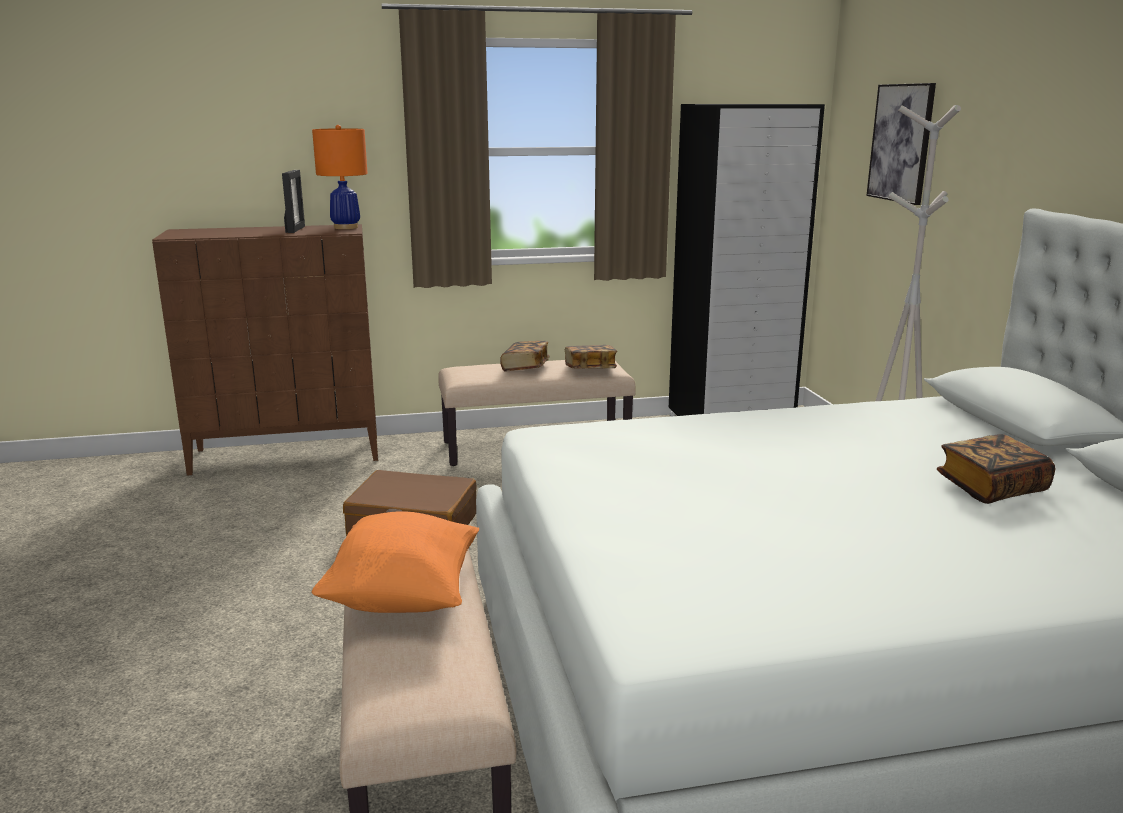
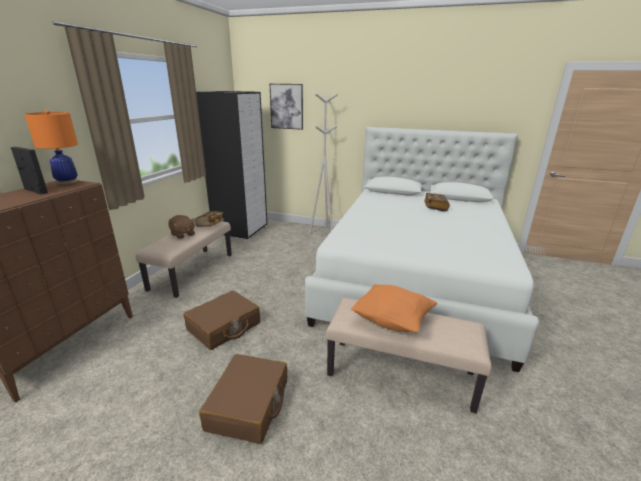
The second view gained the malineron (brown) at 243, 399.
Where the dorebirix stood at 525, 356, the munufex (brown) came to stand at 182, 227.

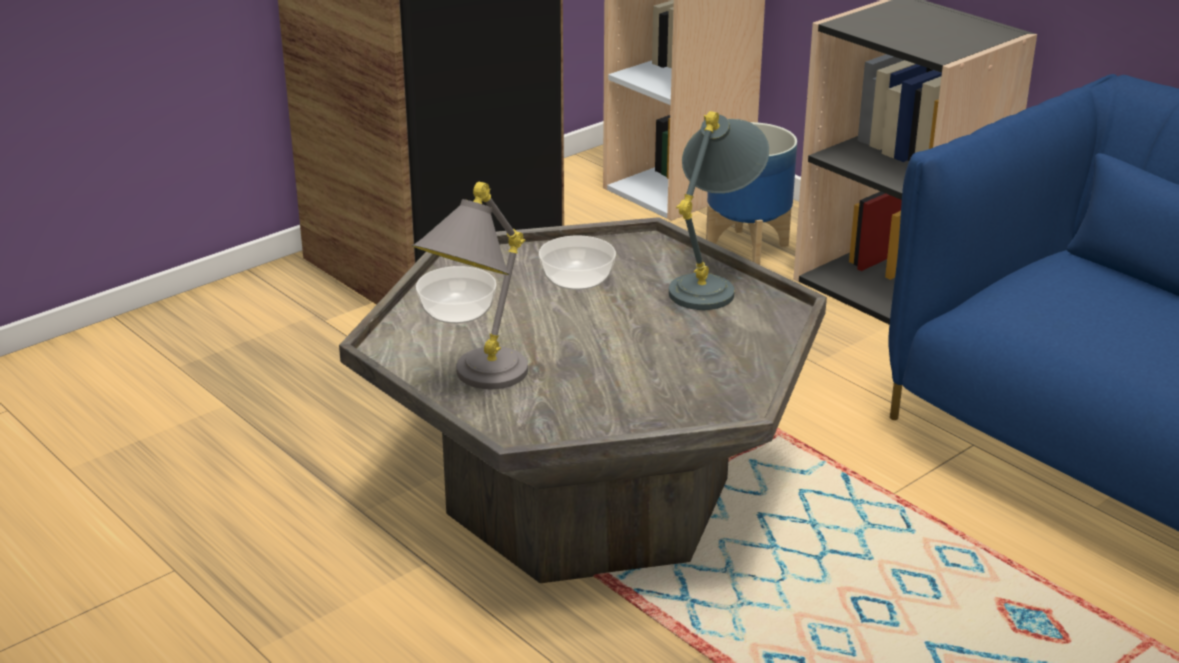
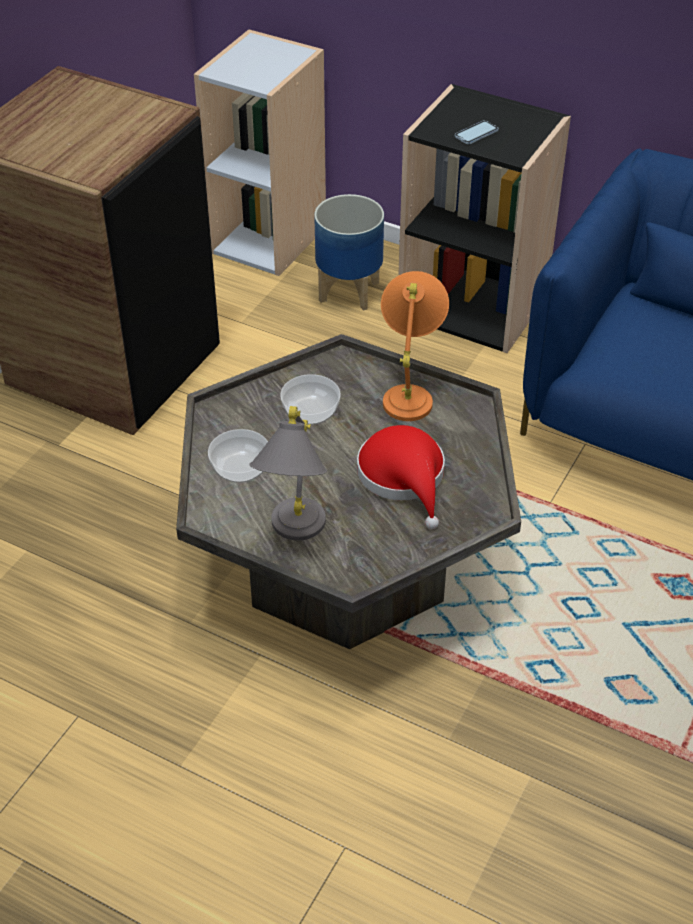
The second view gained the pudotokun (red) at 401, 477.
The second view gained the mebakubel at 476, 132.
What was the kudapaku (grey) at 719, 210 turned into the kudapaku (orange) at 415, 346.

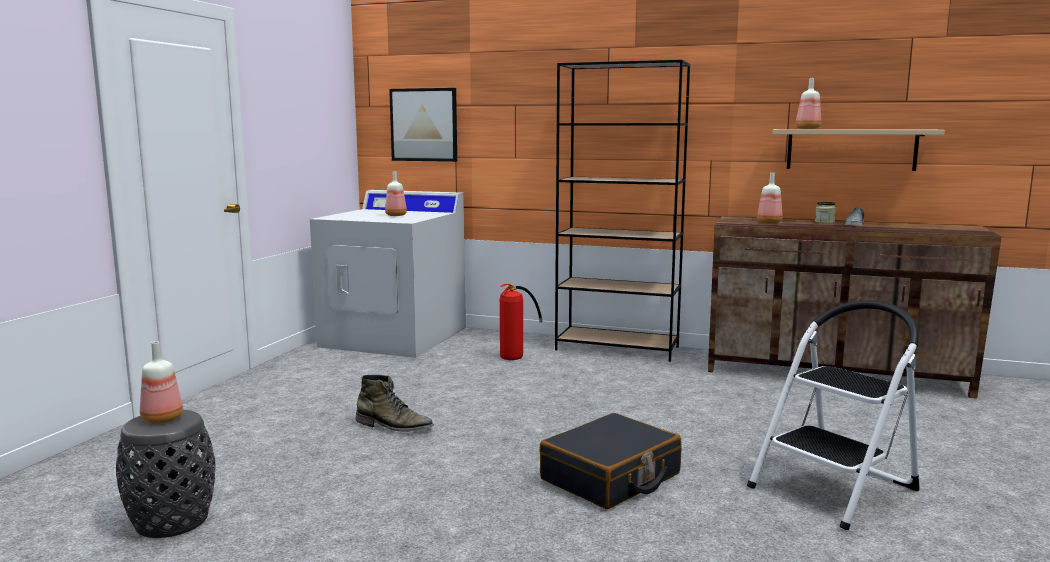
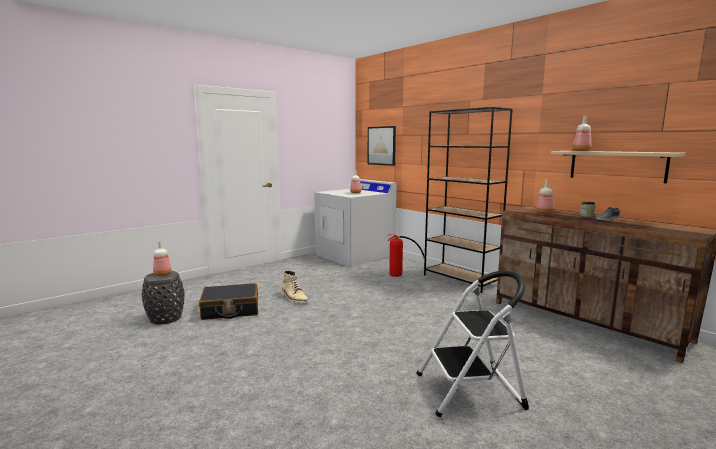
The malineron (black) ended up elsewhere, having gone from 610, 461 to 228, 301.
What was the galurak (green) at 394, 403 turned into the galurak (beige) at 295, 287.

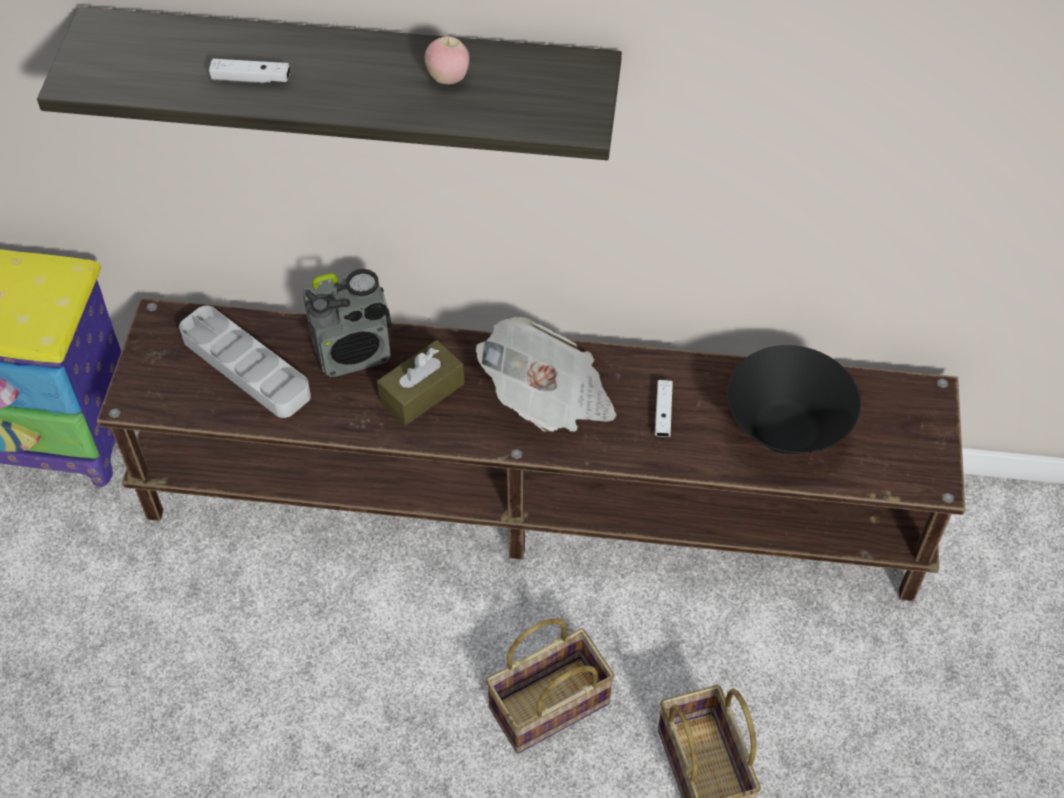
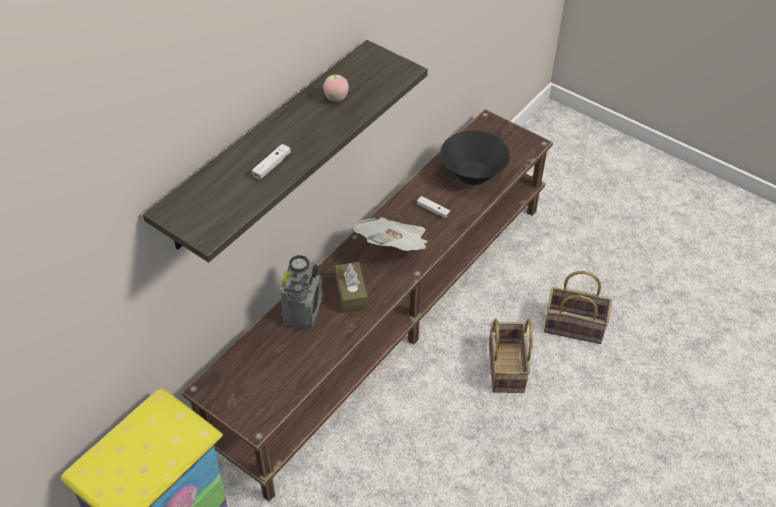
The second view lost the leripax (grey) at 245, 362.

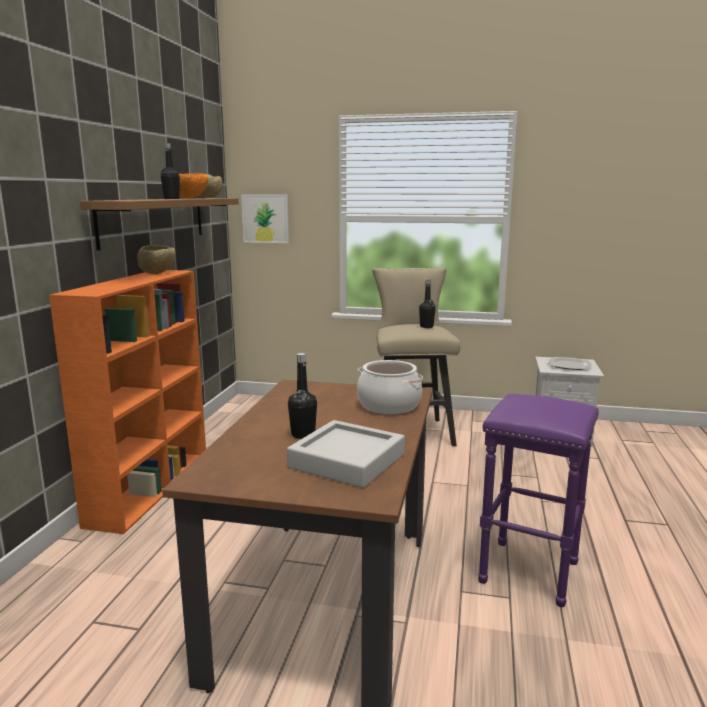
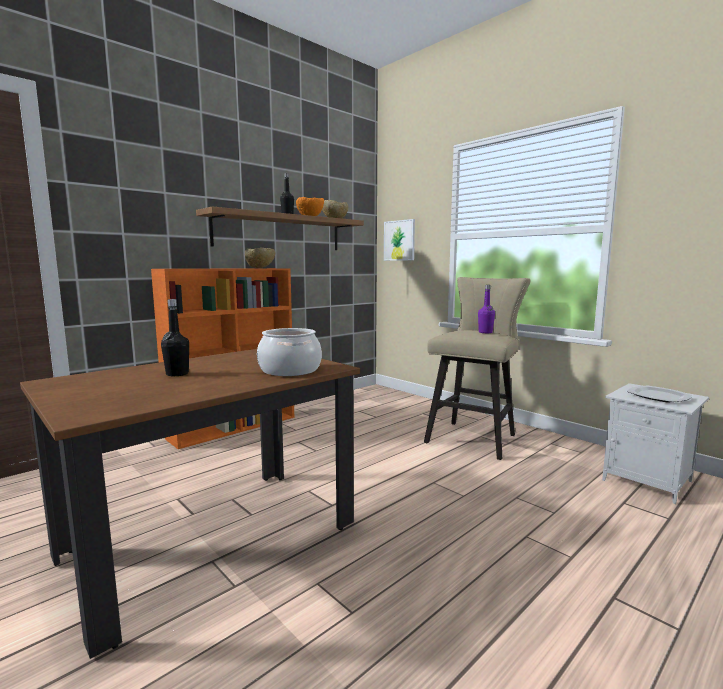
The second view lost the leripax (grey) at 346, 454.
The second view lost the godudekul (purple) at 538, 500.
What was the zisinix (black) at 427, 304 turned into the zisinix (purple) at 486, 309.

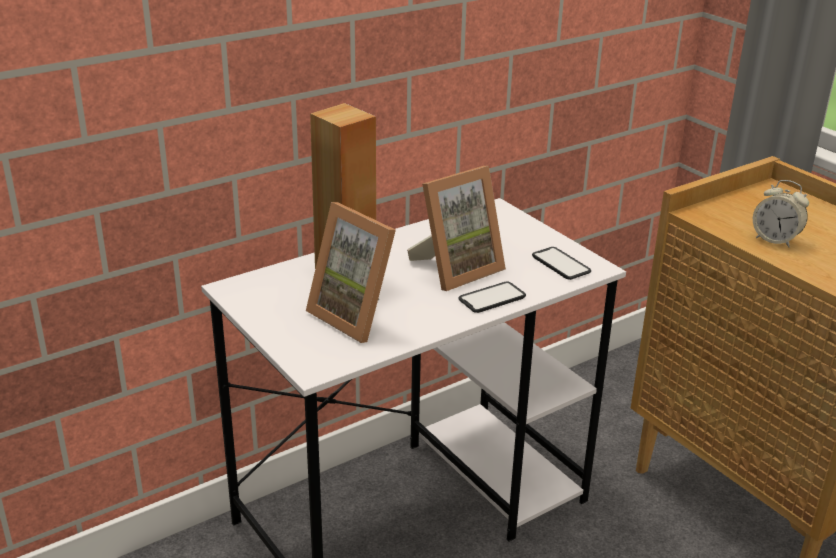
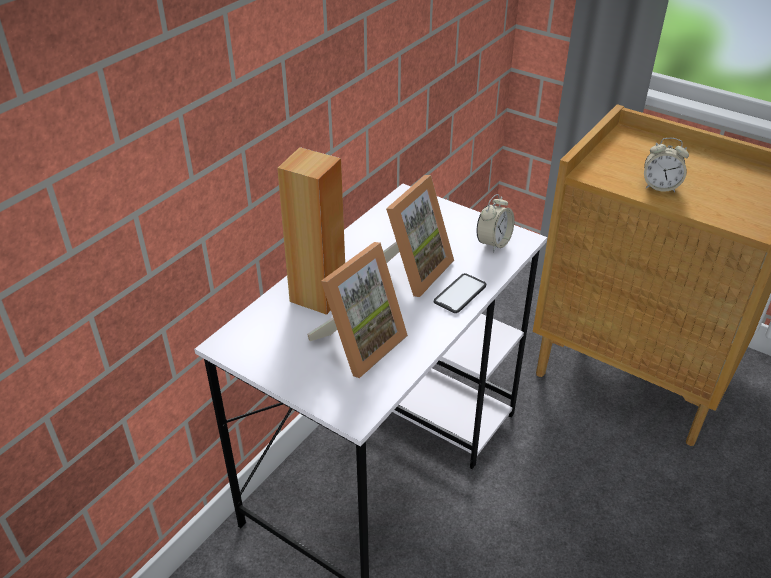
Where the mebakubel stood at 561, 263, the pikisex came to stand at 495, 223.
The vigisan at 351, 272 ended up facing another way, 75 degrees counterclockwise from before.

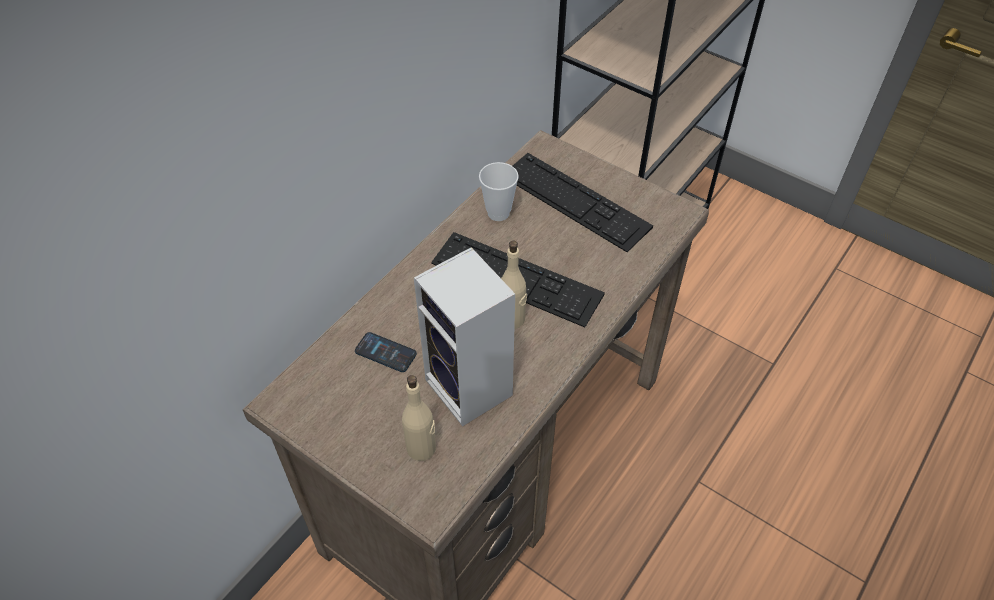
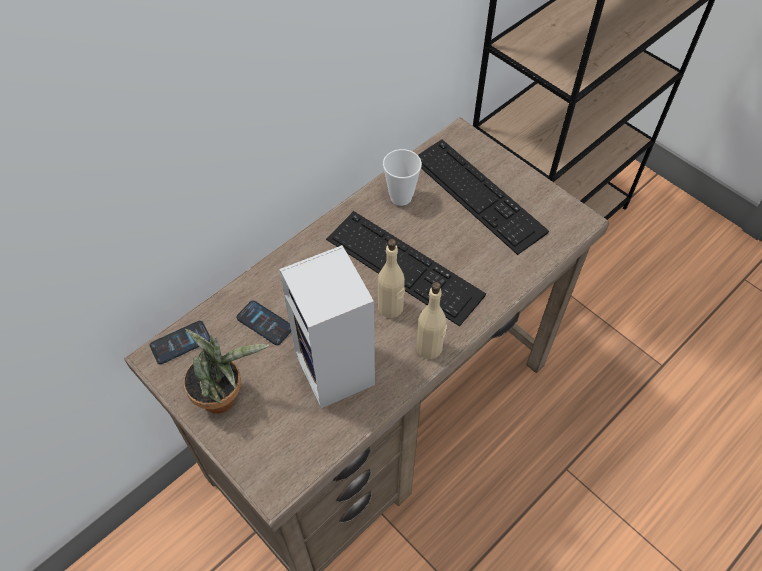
The second view gained the mebakubel at 180, 342.
The second view gained the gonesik at 226, 371.
The zisinix (beige) ended up elsewhere, having gone from 419, 418 to 431, 320.

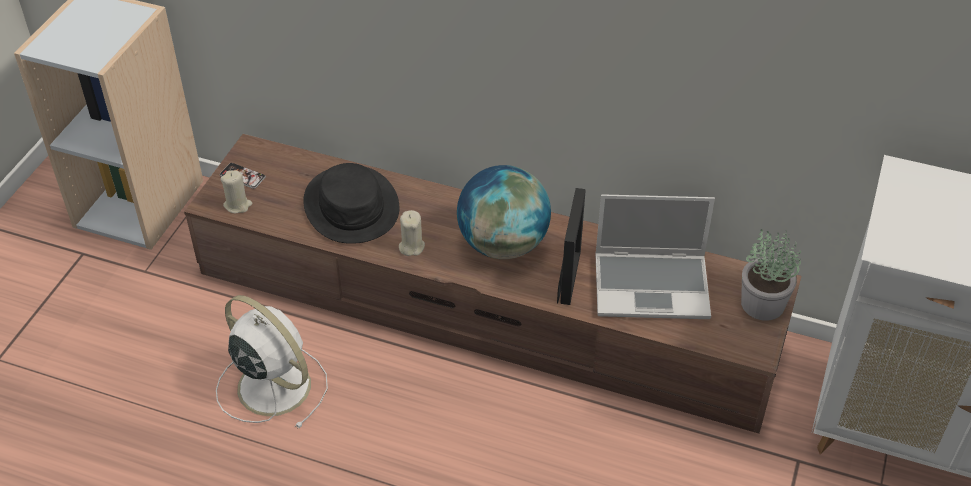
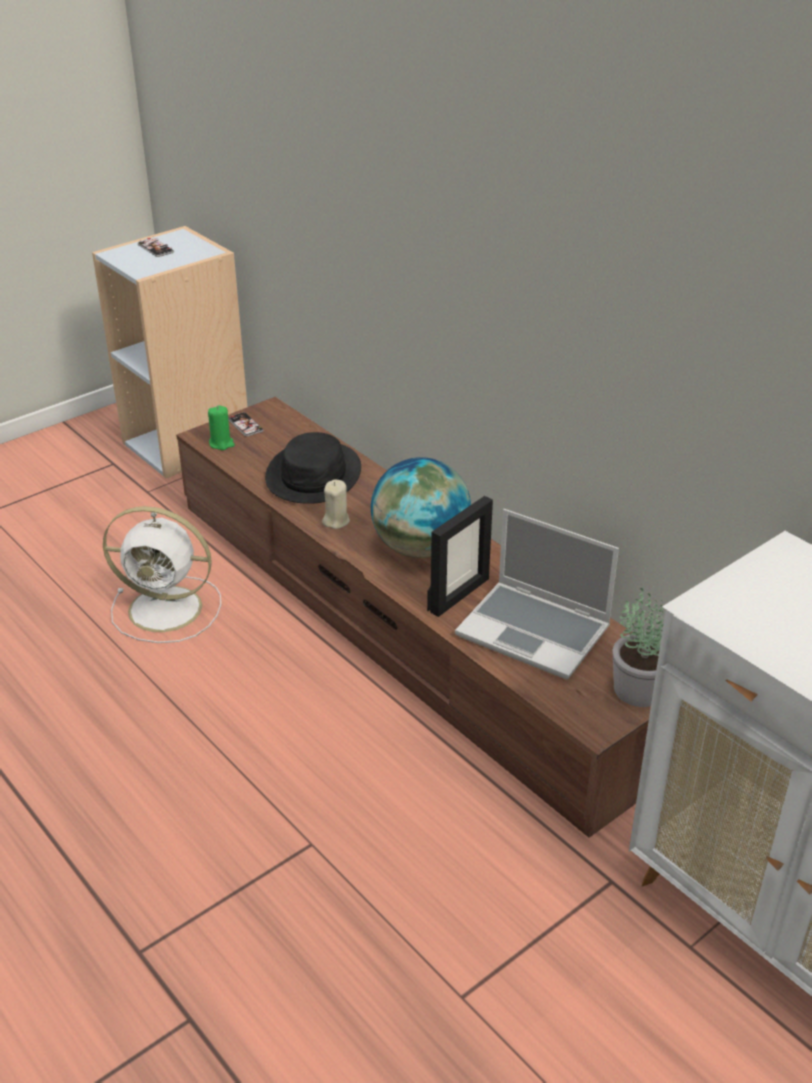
The second view gained the mebakubel at 156, 247.
What was the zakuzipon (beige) at 236, 191 turned into the zakuzipon (green) at 221, 427.
The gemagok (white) at 272, 362 ended up facing another way, 120 degrees clockwise from before.

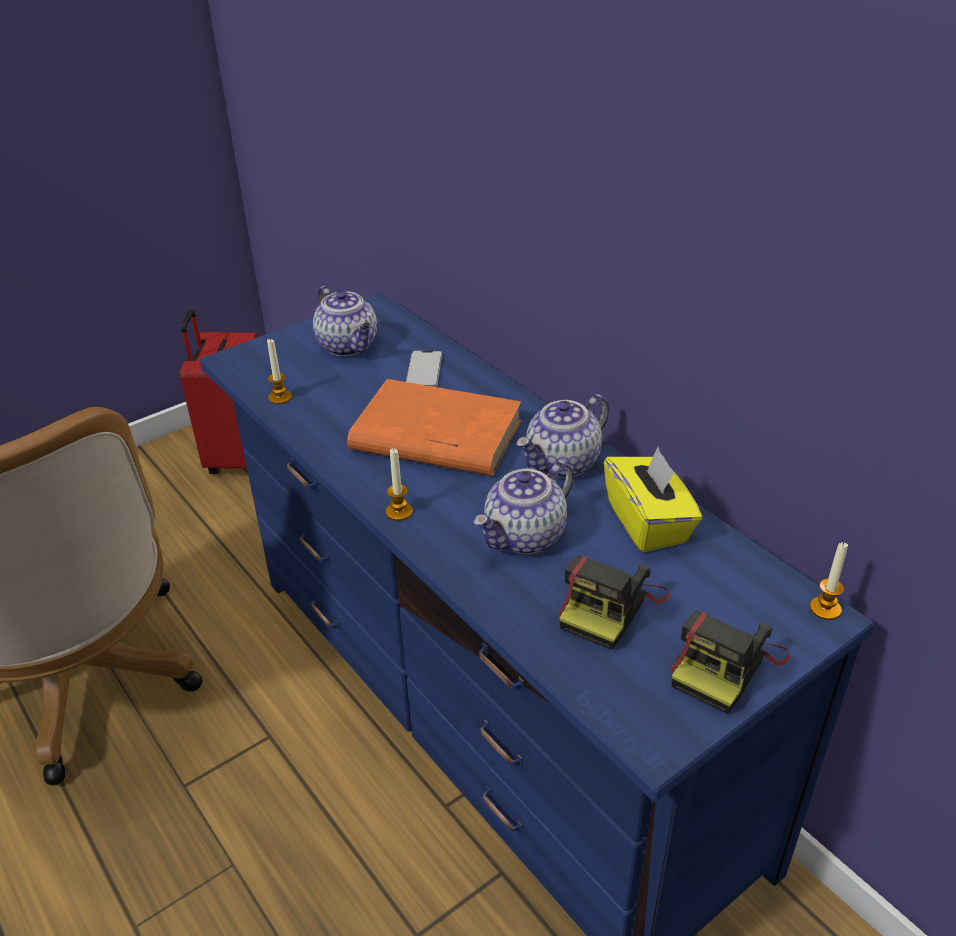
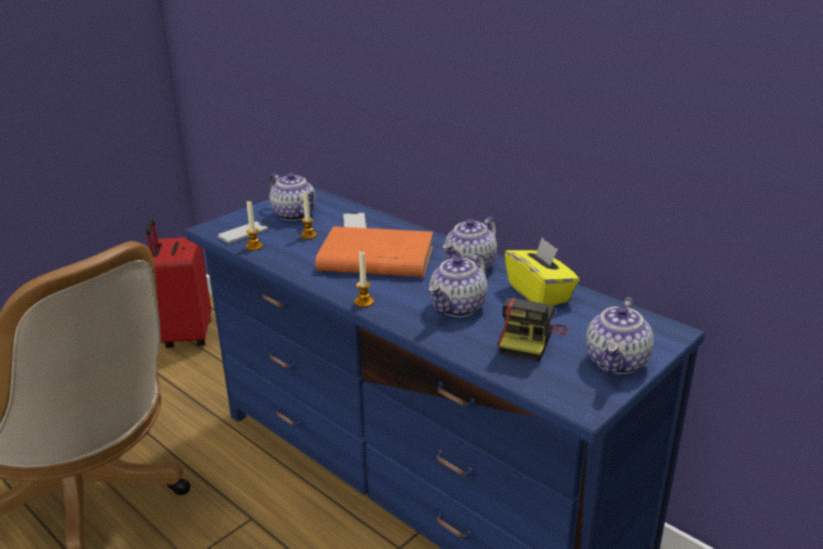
The second view gained the mebakubel at 242, 232.
The zakuzipon ended up elsewhere, having gone from 829, 581 to 309, 215.
Where the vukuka stood at 730, 662, the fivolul came to stand at 620, 336.

